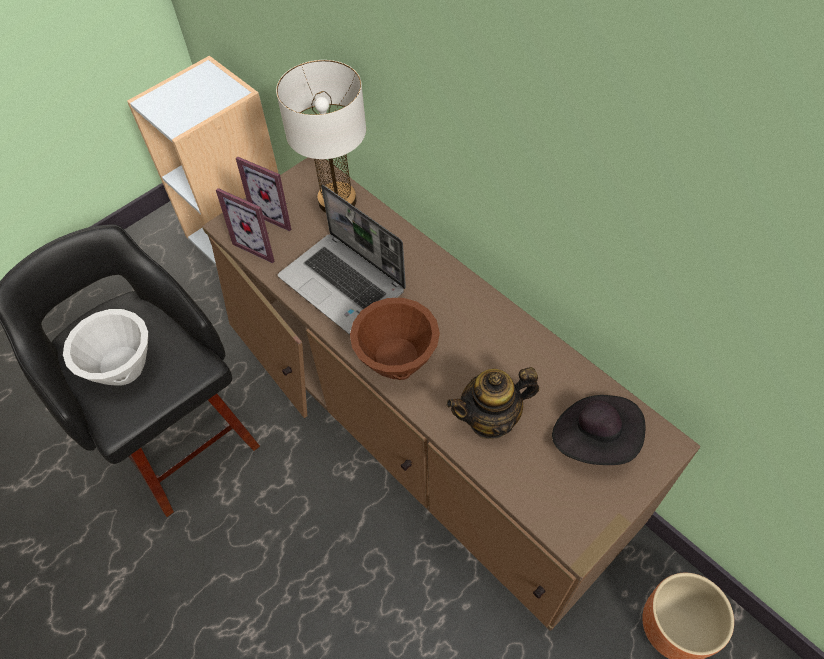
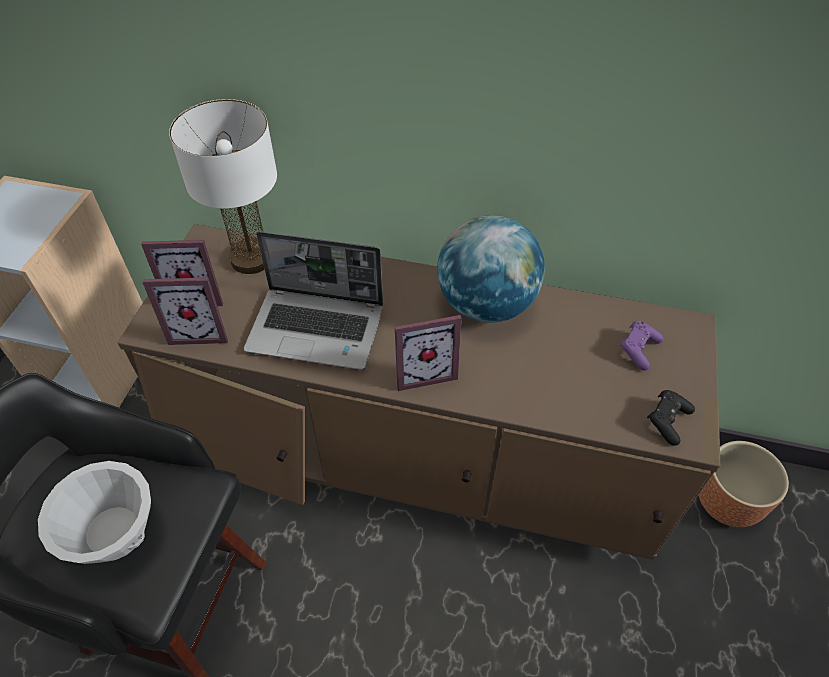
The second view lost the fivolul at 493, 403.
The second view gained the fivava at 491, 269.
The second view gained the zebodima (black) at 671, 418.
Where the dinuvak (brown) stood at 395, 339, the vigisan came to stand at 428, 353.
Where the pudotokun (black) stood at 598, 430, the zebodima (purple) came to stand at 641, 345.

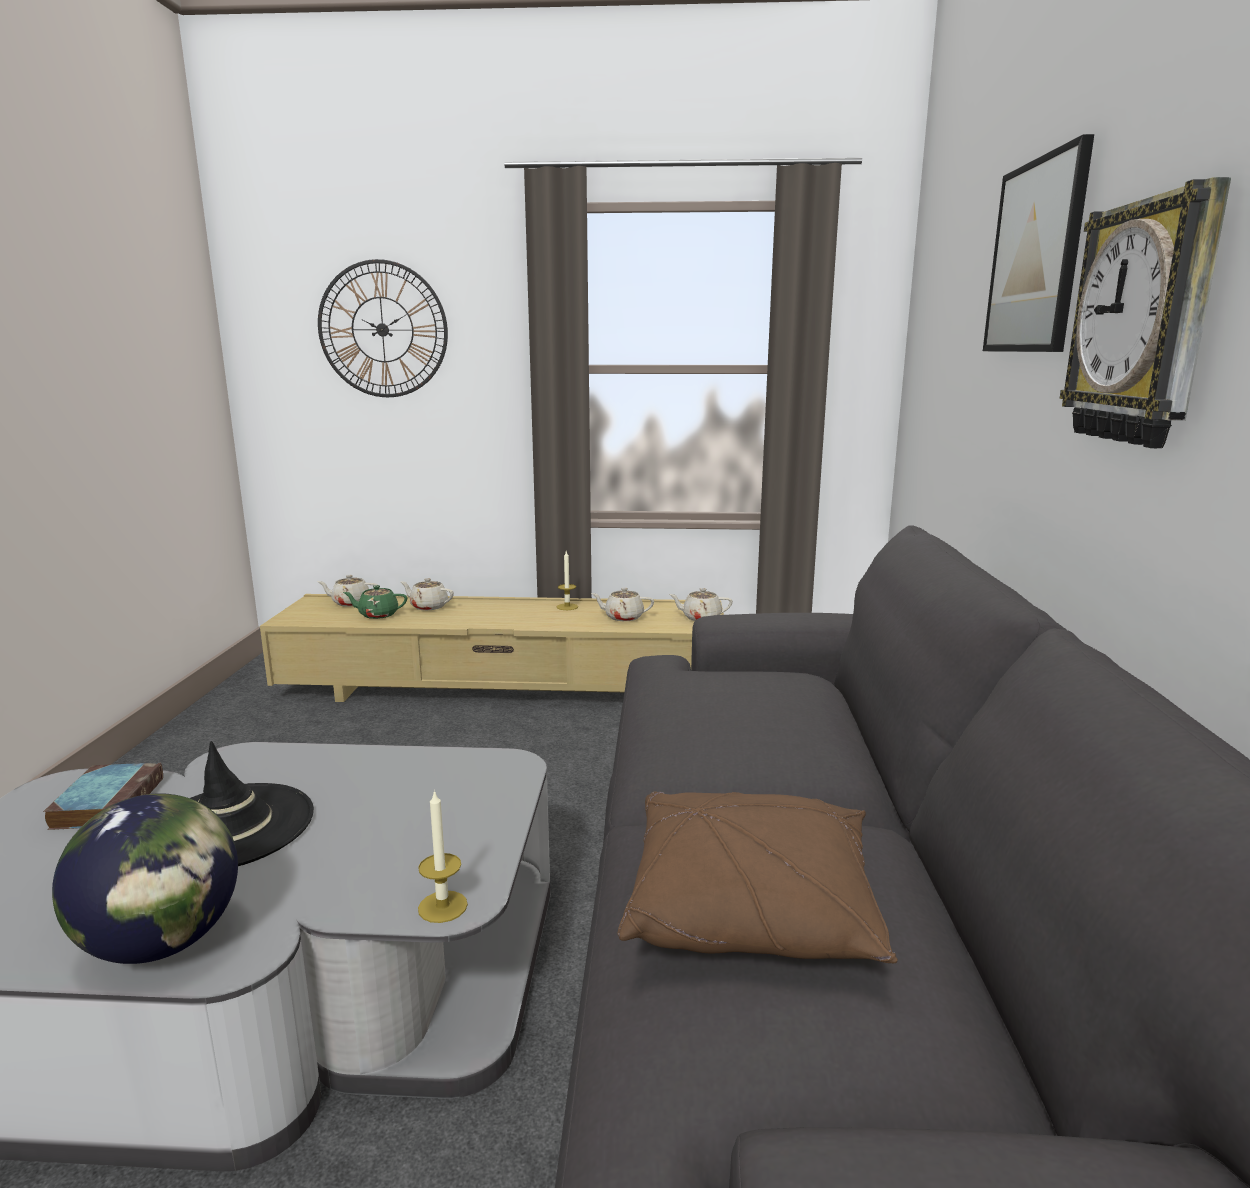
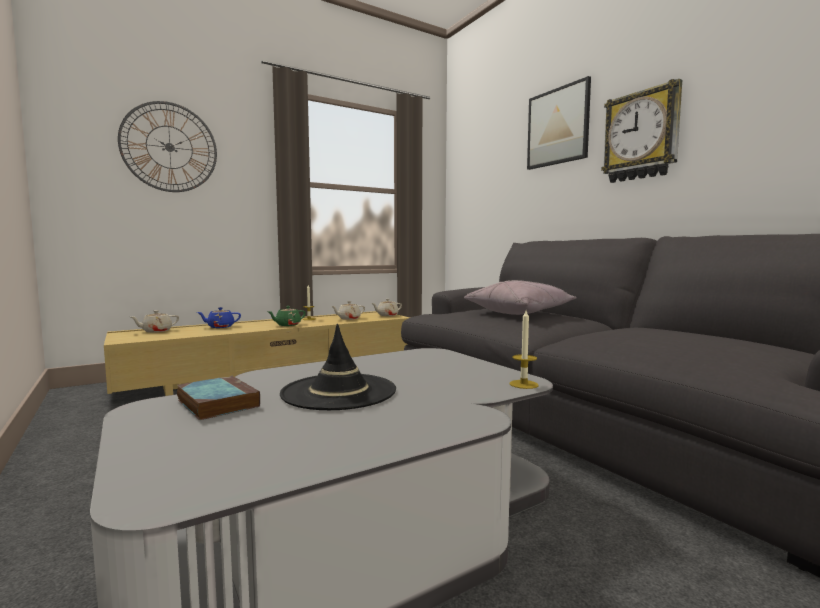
The second view lost the fivava at 145, 878.
The second view lost the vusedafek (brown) at 758, 877.
The second view gained the vusedafek (purple) at 520, 297.
The fivolul (green) ended up elsewhere, having gone from 375, 602 to 287, 316.
What was the fivolul (beige) at 427, 594 turned into the fivolul (blue) at 219, 317.

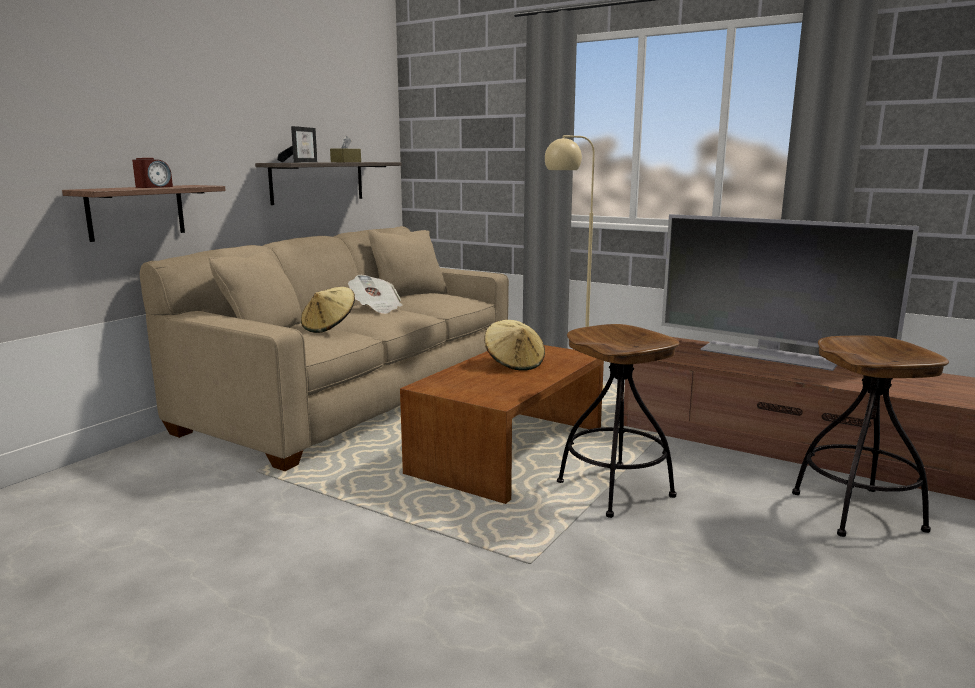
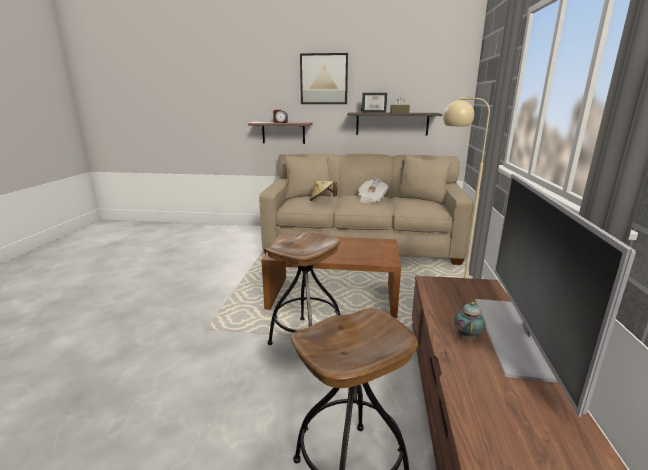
The second view lost the pudotokun (beige) at 515, 345.
The second view gained the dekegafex at 324, 78.
The second view gained the fivolul at 470, 321.

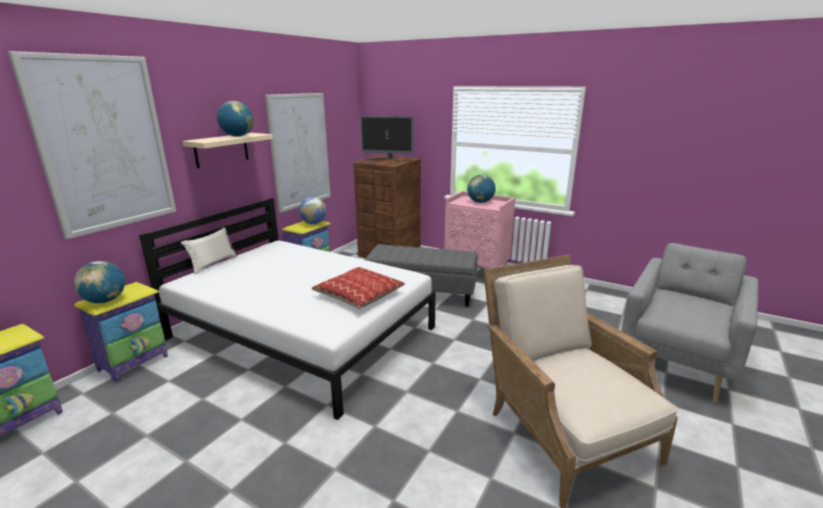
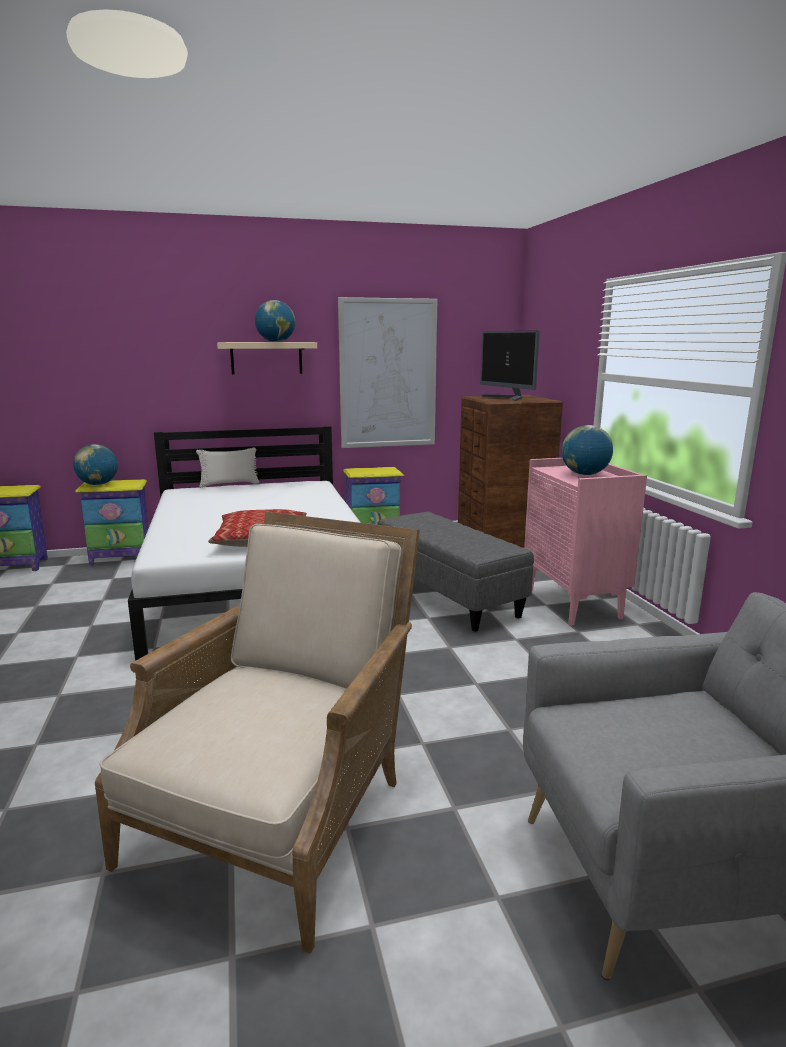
The second view lost the dekegafex at 92, 145.
The second view lost the fivava at 313, 210.

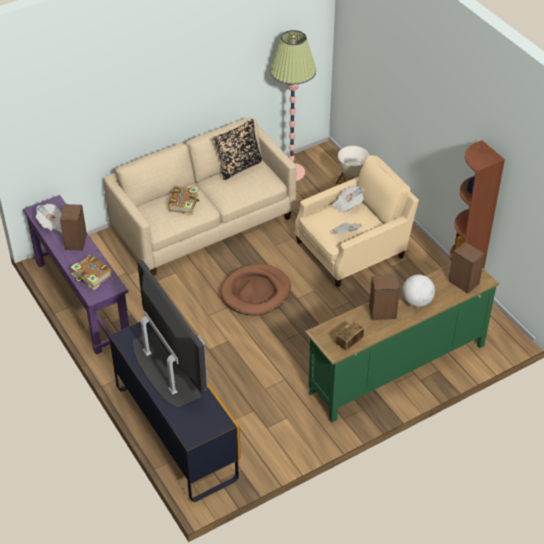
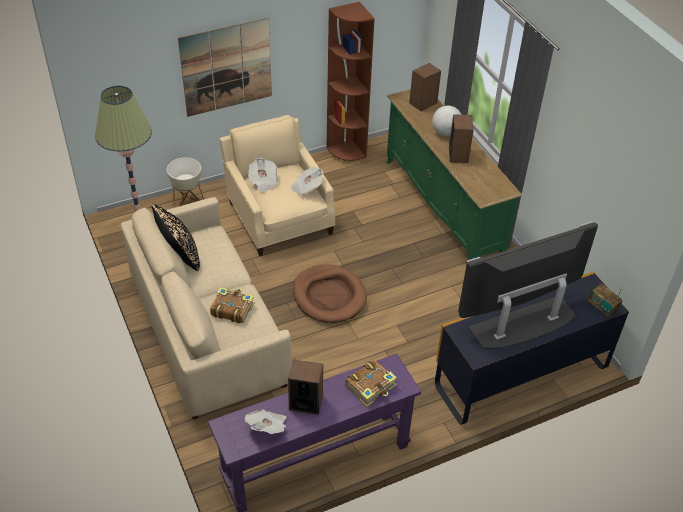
The second view gained the dekegafex at 225, 67.
The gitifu ended up elsewhere, having gone from 350, 336 to 605, 301.

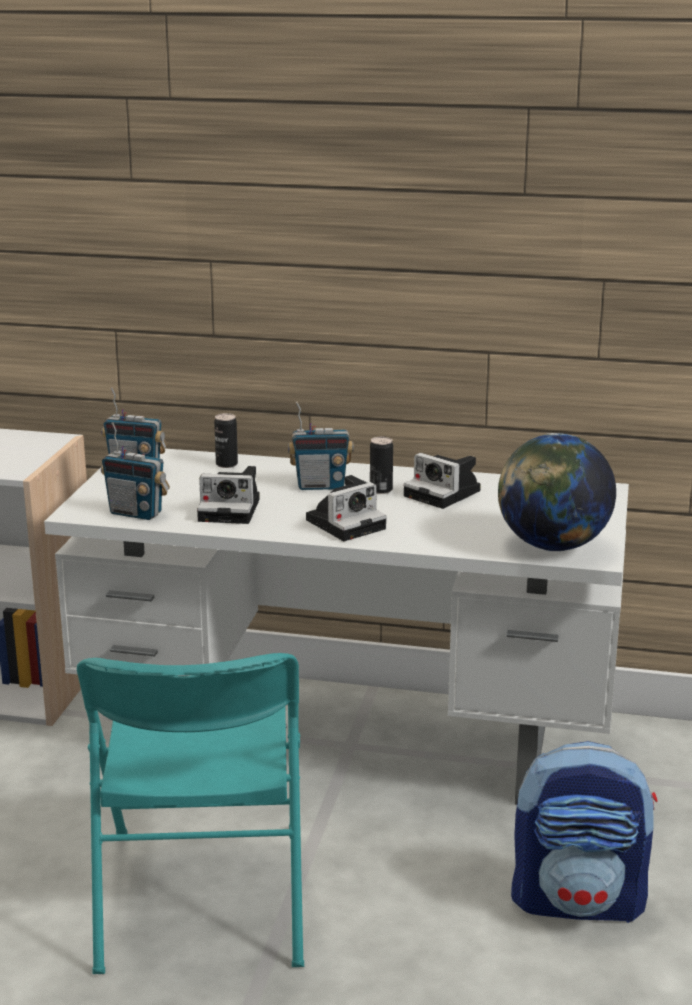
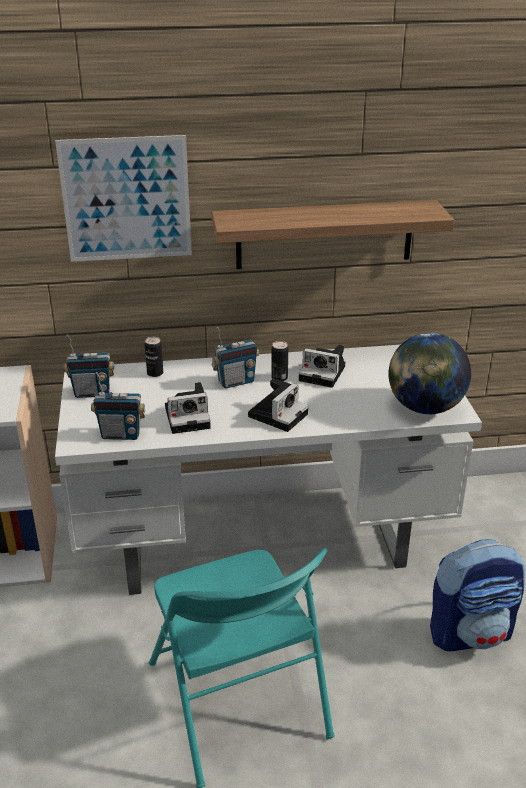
The second view gained the dekegafex at 123, 198.
The second view gained the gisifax at 333, 234.

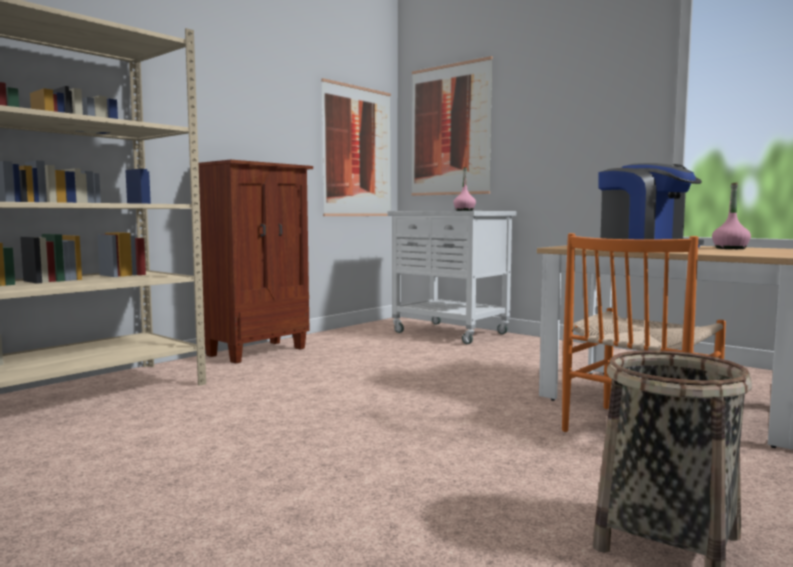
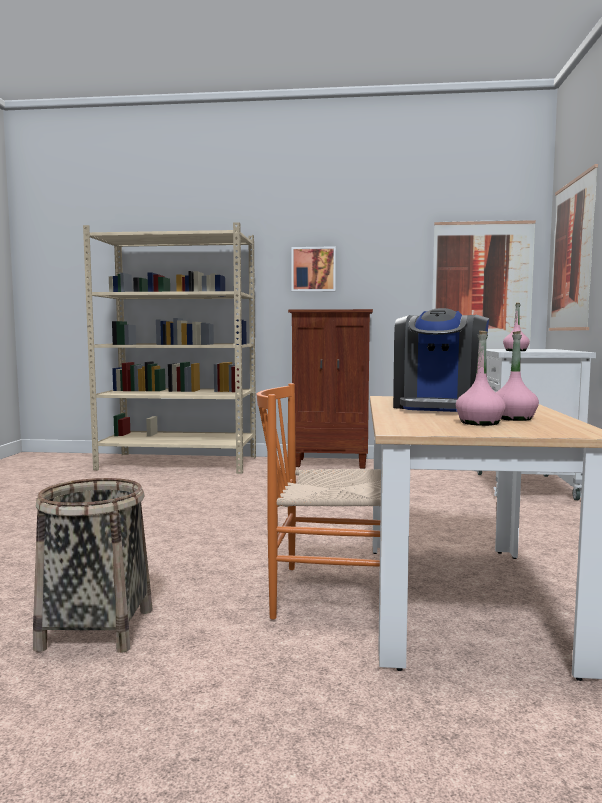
The second view gained the dekegafex at 314, 269.
The second view gained the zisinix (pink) at 481, 378.

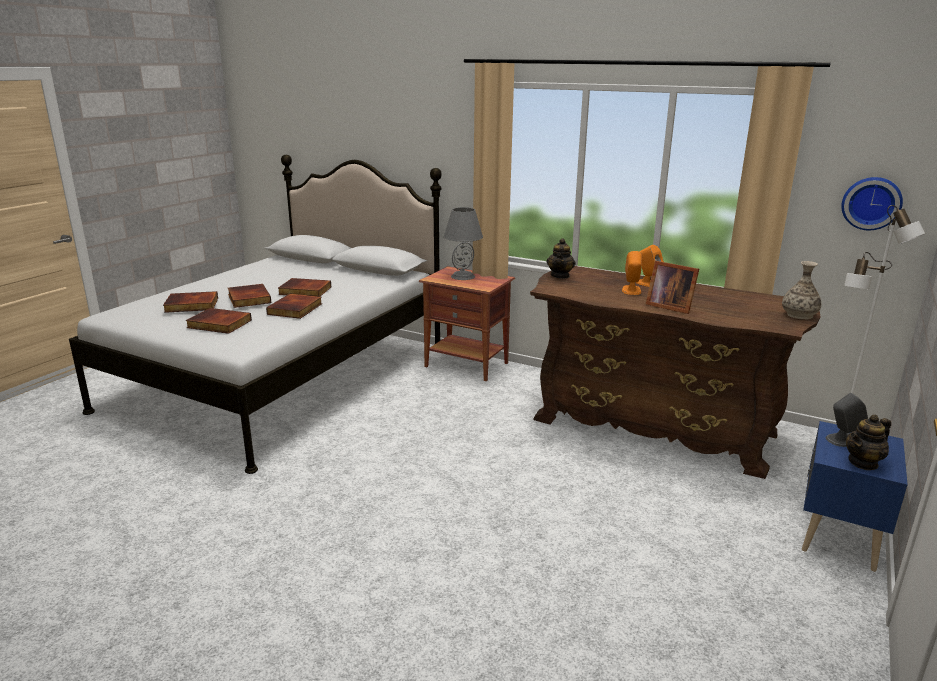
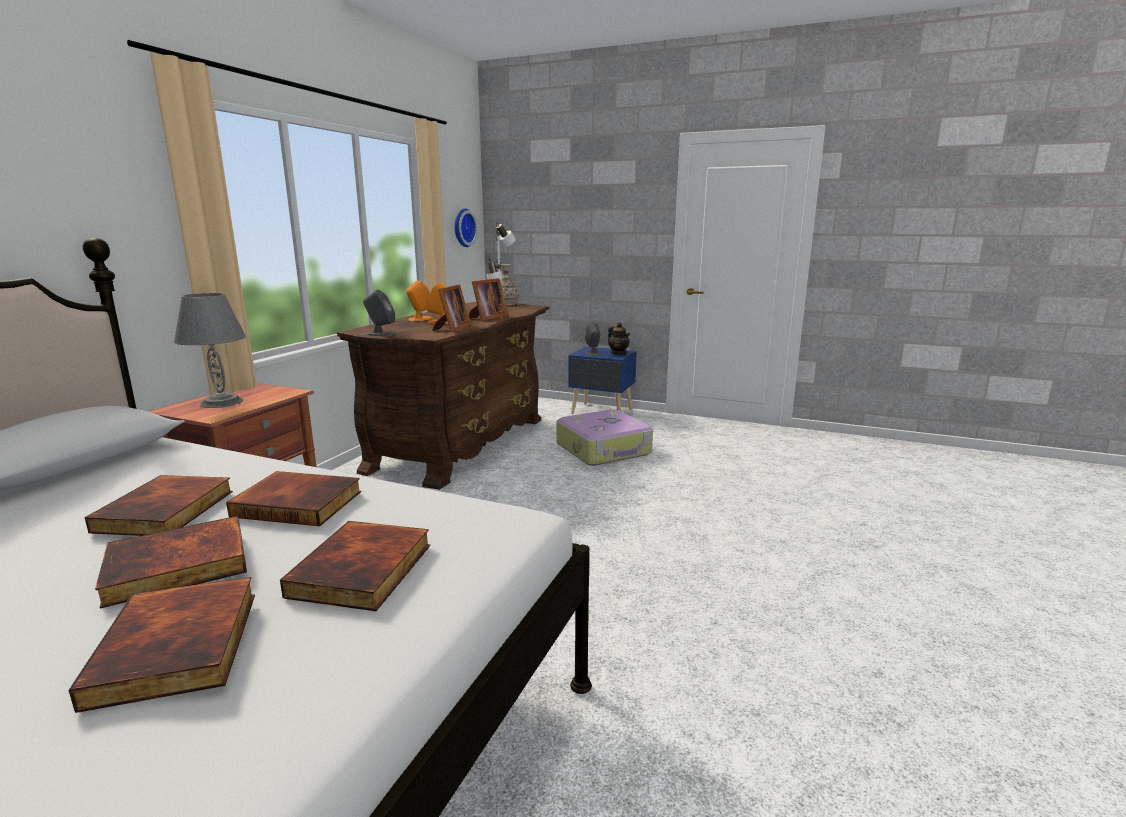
The second view gained the vigisan at 451, 308.
The second view gained the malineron at 604, 437.
Where the fivolul stood at 561, 258, the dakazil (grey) came to stand at 379, 313.

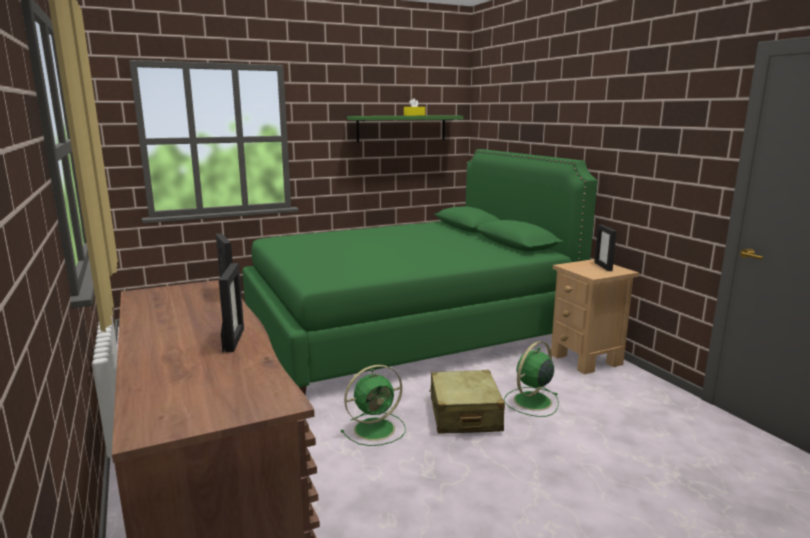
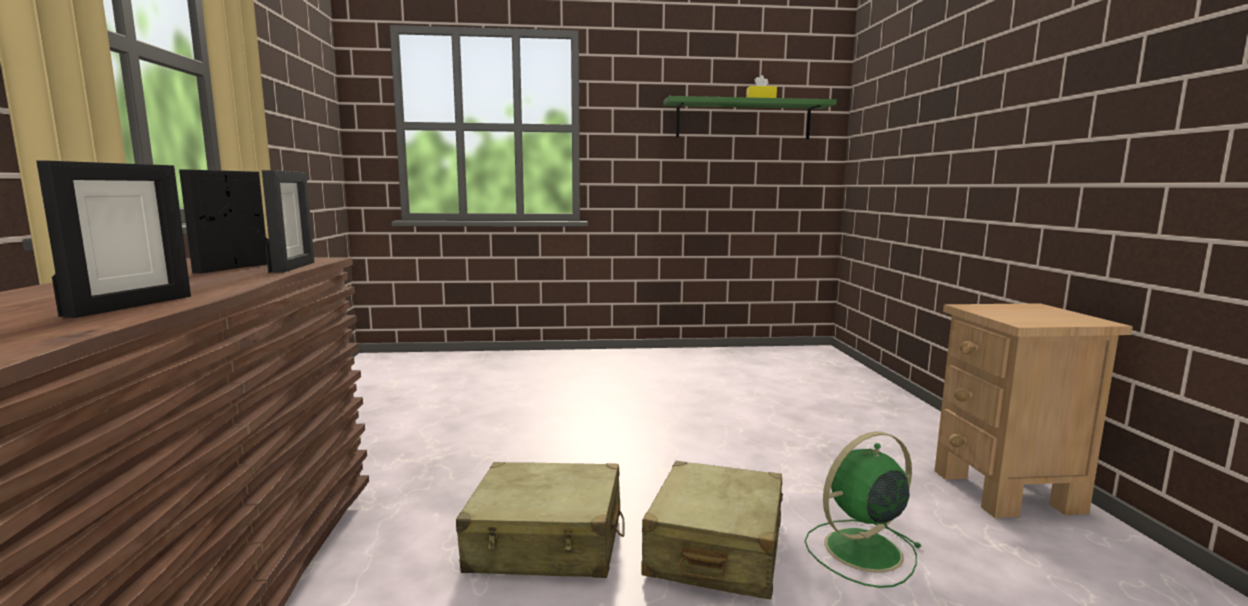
The second view lost the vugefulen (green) at 420, 272.
The vigisan ended up elsewhere, having gone from 605, 247 to 223, 221.
Where the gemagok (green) stood at 373, 405, the malineron (beige) came to stand at 540, 520.

